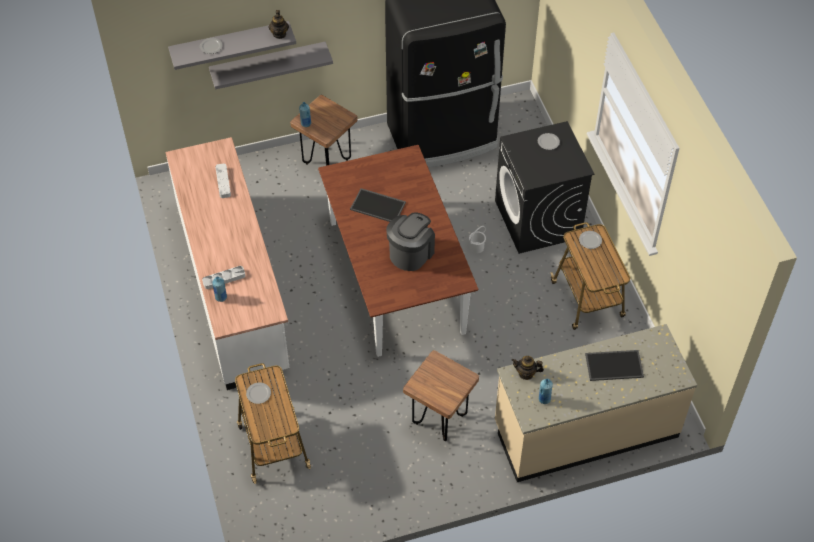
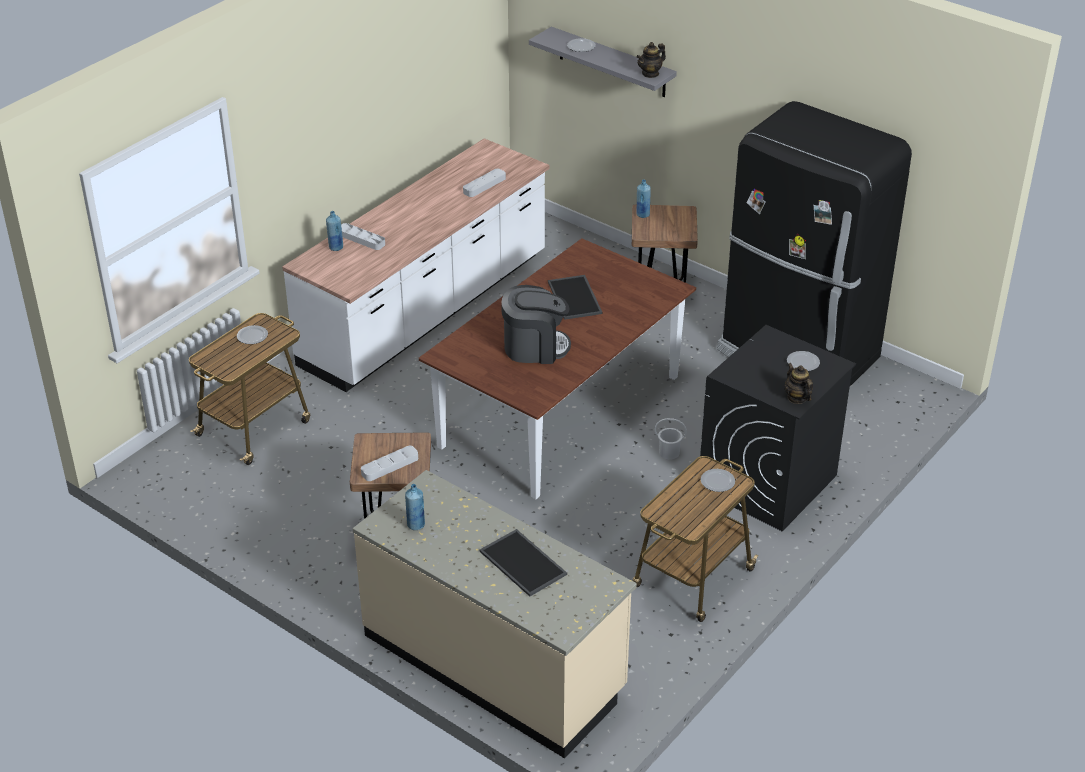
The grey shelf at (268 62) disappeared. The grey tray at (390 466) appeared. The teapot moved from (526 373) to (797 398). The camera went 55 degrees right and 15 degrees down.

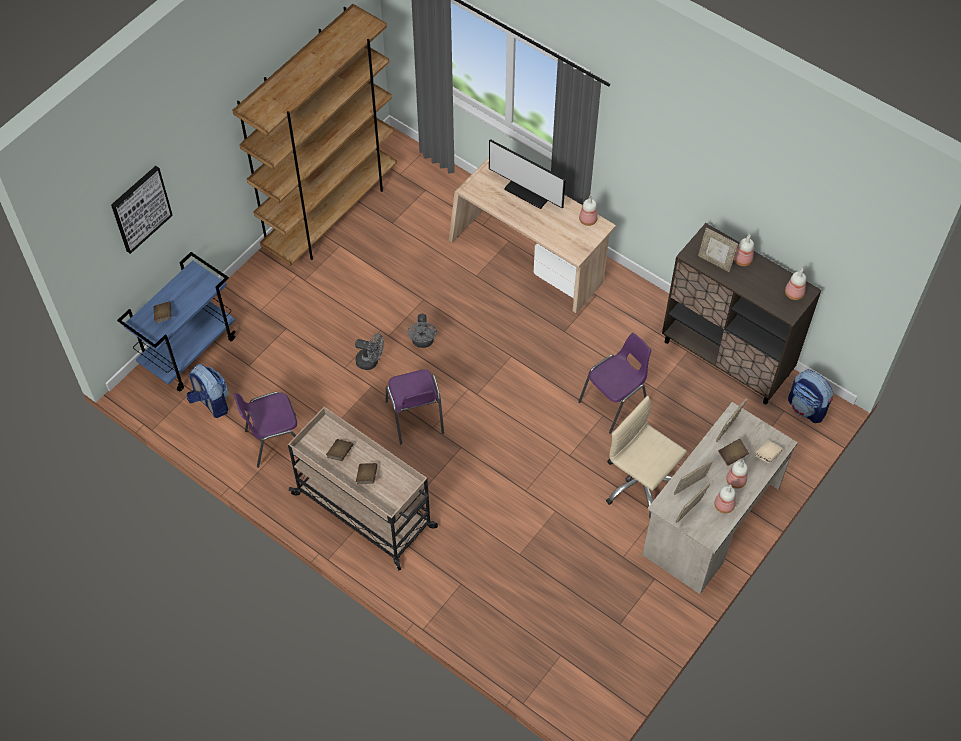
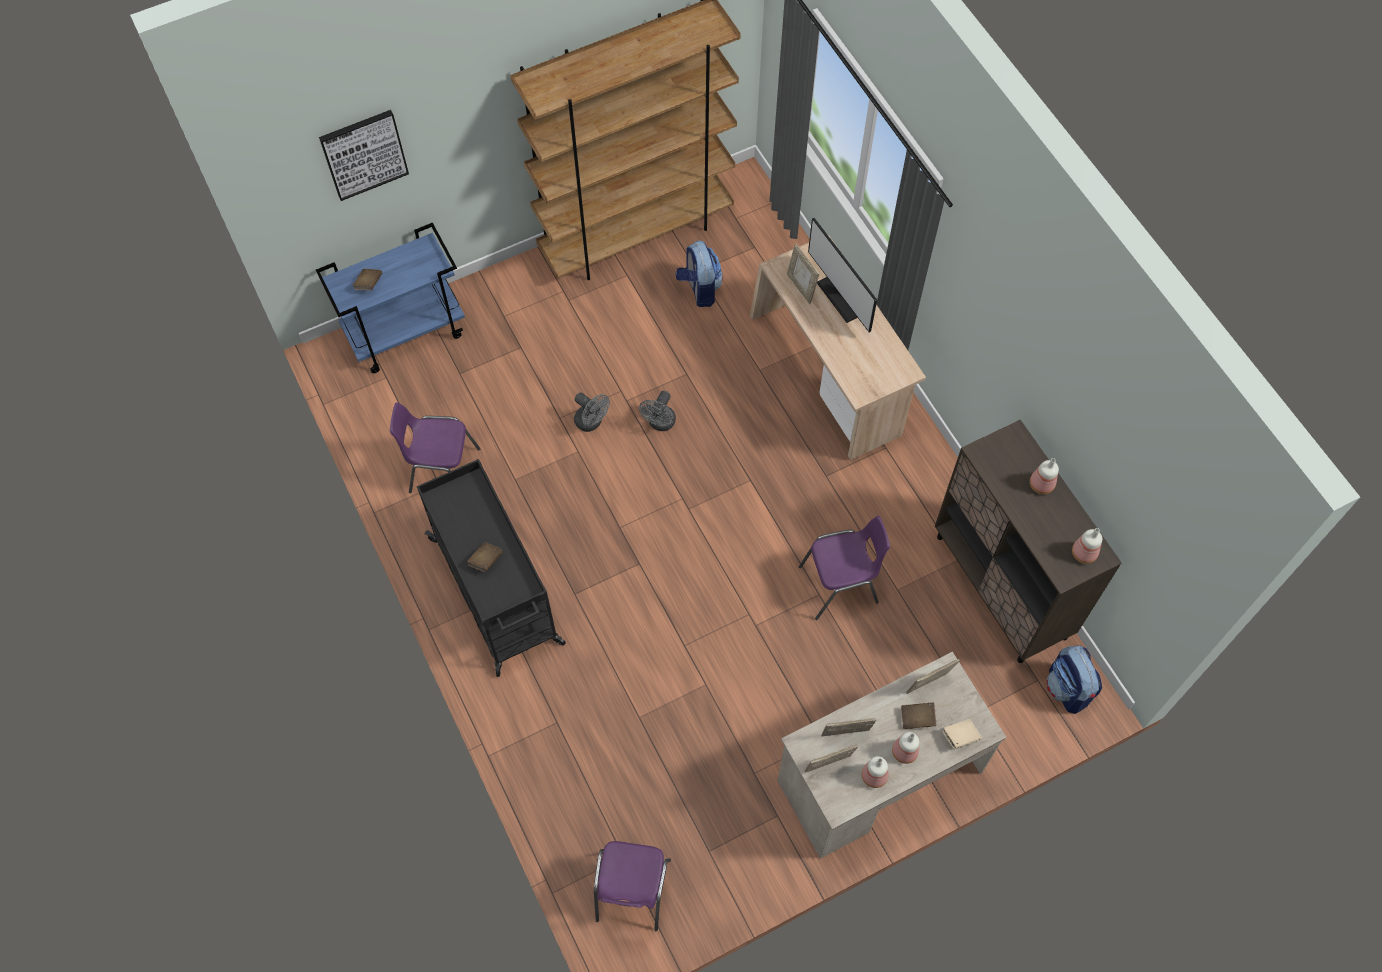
The brown book at (340 453) disappeared. The bottle at (587 220) disappeared. The beige office chair at (640 484) disappeared. The backpack moved from (211 403) to (699 289). The purple chair moved from (415 418) to (631 892). The picture frame moved from (715 262) to (801 287). The beige cart at (365 511) became the black cart at (497 593). The camera went 25 degrees right and 5 degrees up.

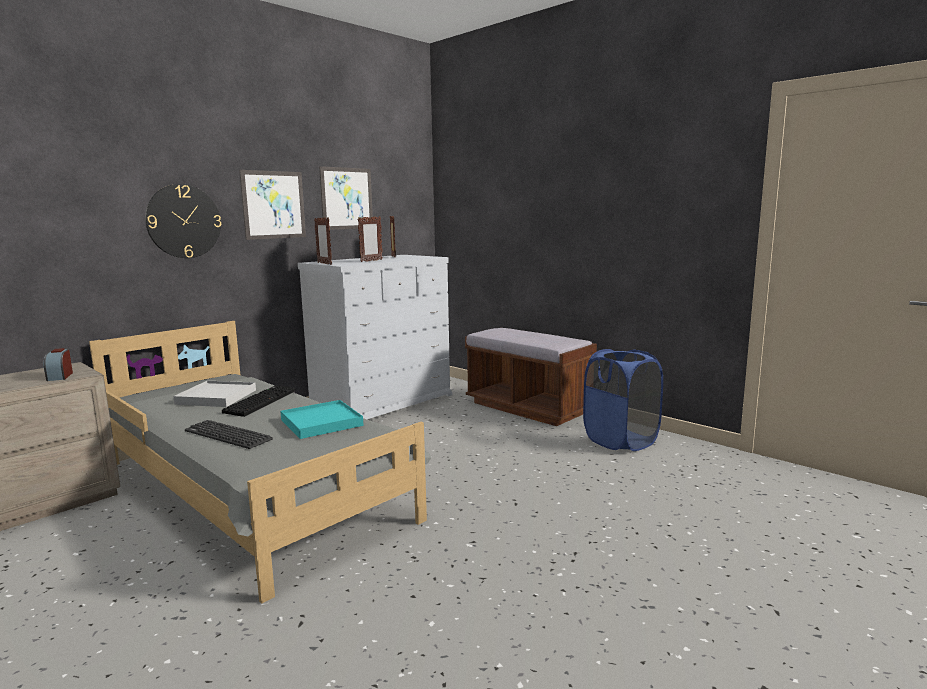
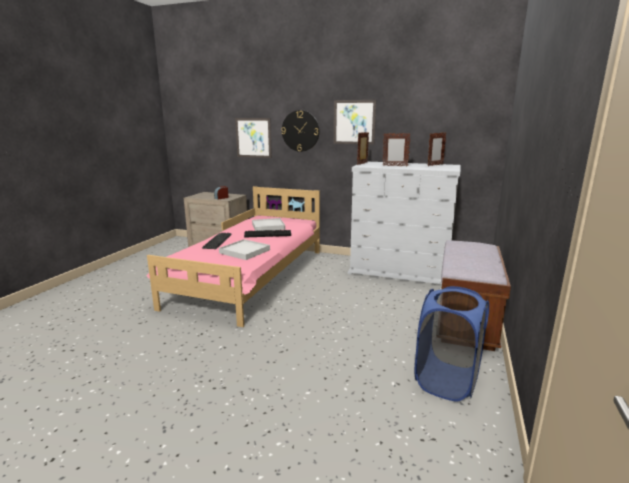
The picture moved from (346 198) to (253 137). The grey bed at (253 490) became the pink bed at (251 277). The turquoise tray at (321 422) became the white tray at (245 251). The camera went 65 degrees right and 5 degrees up.

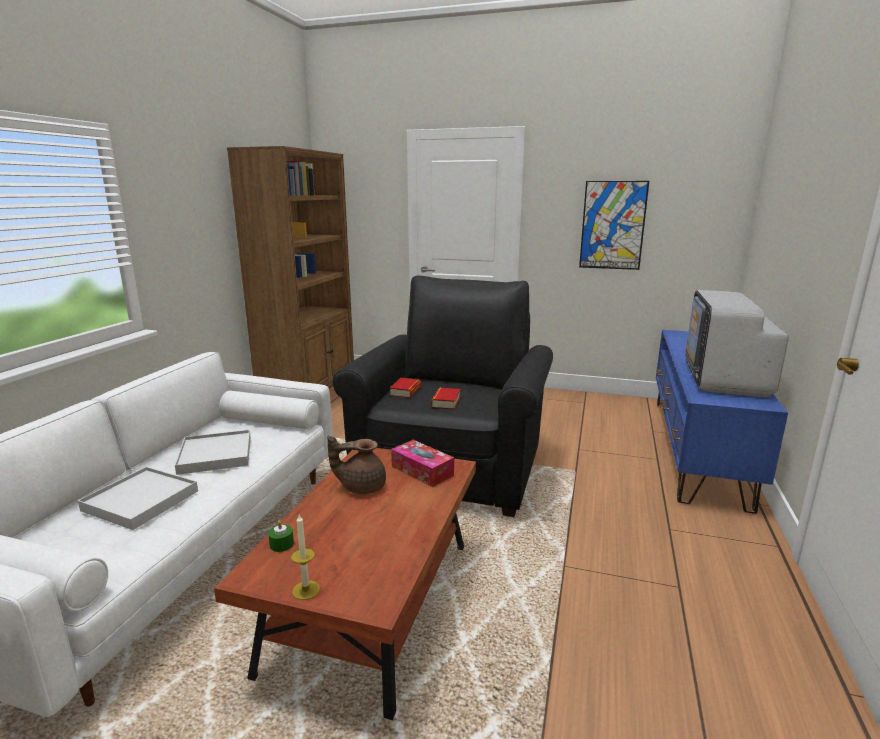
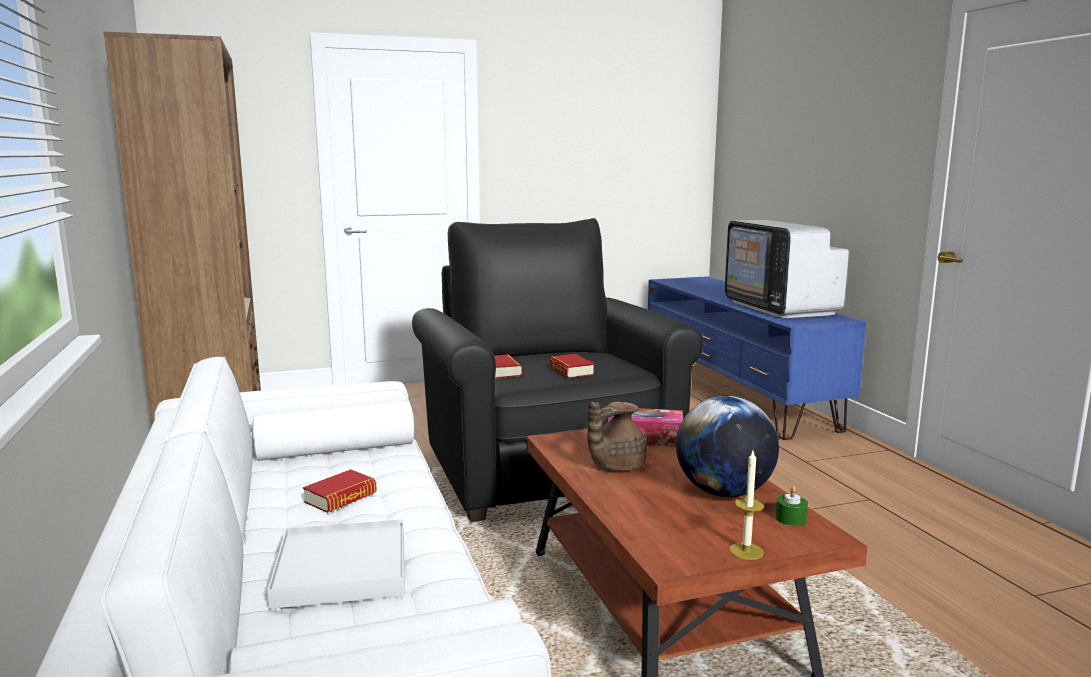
The picture at (612 225) disappeared. The globe at (724 492) appeared. The green candle moved from (281 544) to (790 519). The white tray at (216 455) was replaced by the book at (340 498). The camera went 35 degrees left and 5 degrees down.

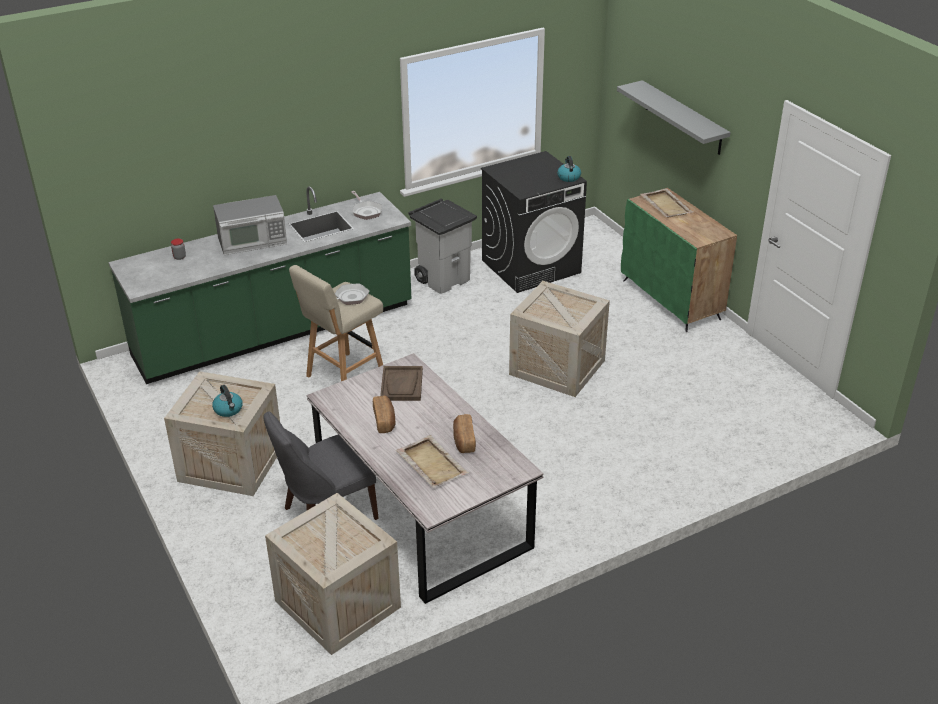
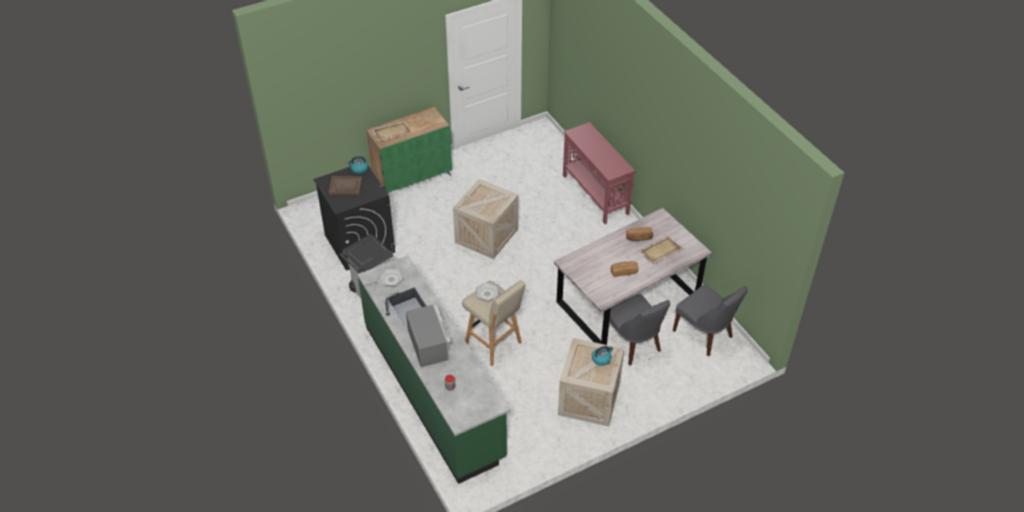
The grey shelf at (683 118) disappeared. The red console table at (595 195) appeared. The brown tray moved from (402 385) to (345 186). The crate at (335 604) was replaced by the grey chair at (705 335). The camera went 90 degrees left and 10 degrees up.

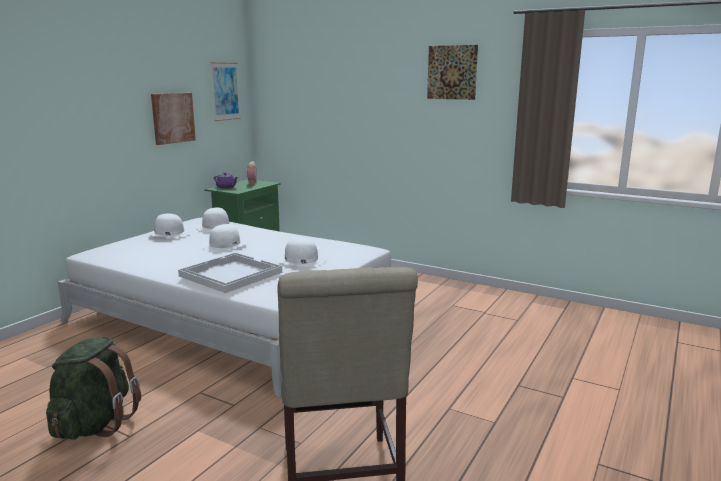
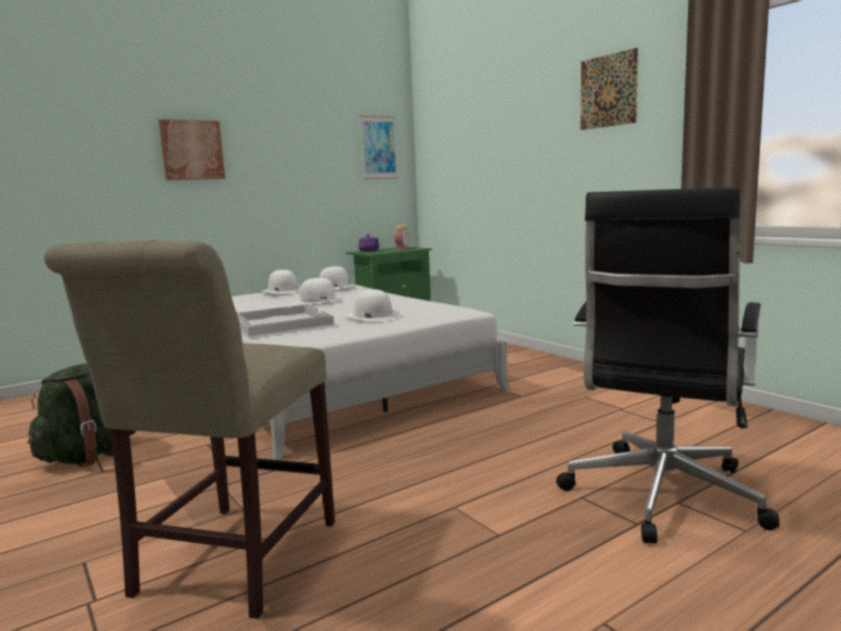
The black office chair at (661 497) appeared. The picture moved from (172 118) to (192 150). The camera went 25 degrees right and 5 degrees down.

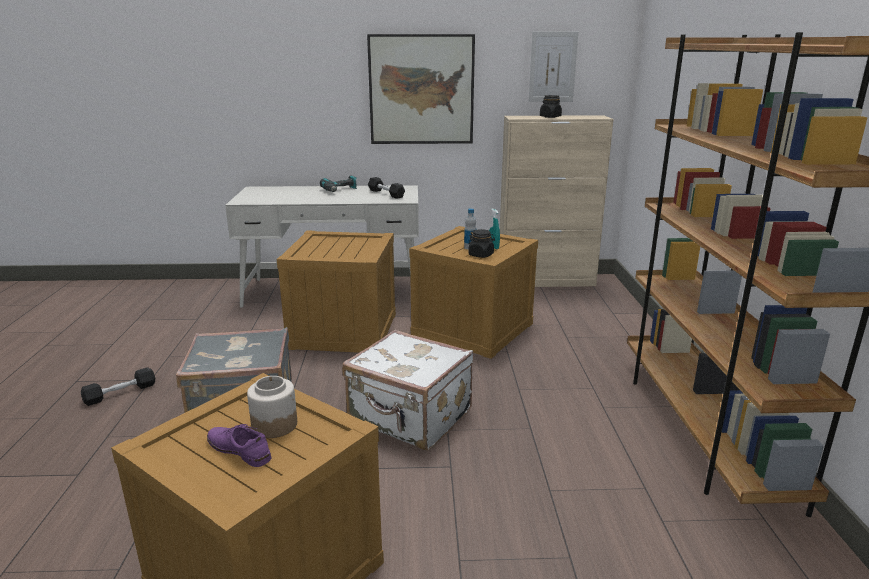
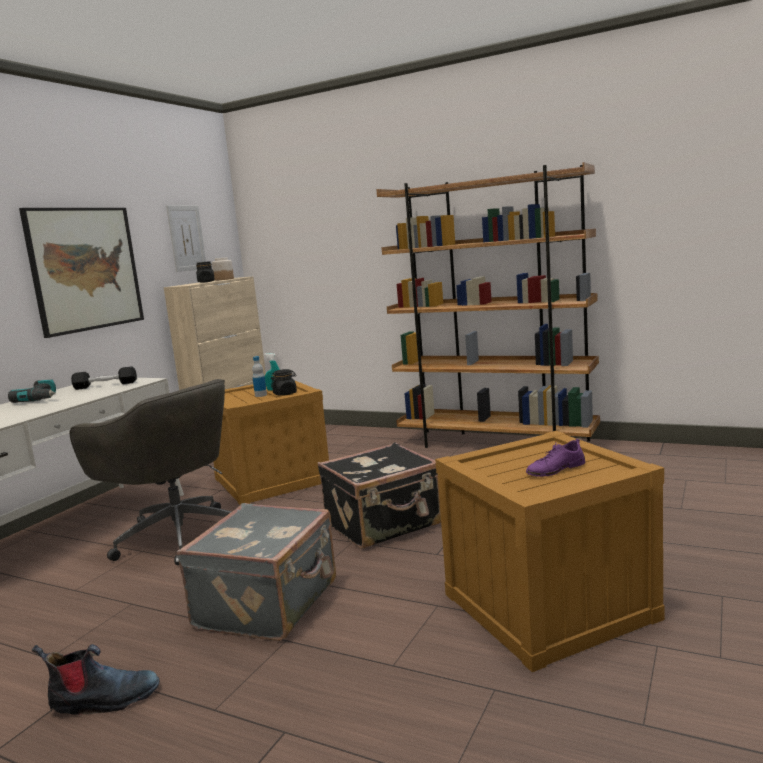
The jar moved from (274 425) to (223 279). The black dumbbell at (120 393) was replaced by the boot at (103 701). The crate at (343 331) was replaced by the grey office chair at (177 536). The white suitcase at (410 418) became the black suitcase at (384 524). The camera went 60 degrees left and 10 degrees down.

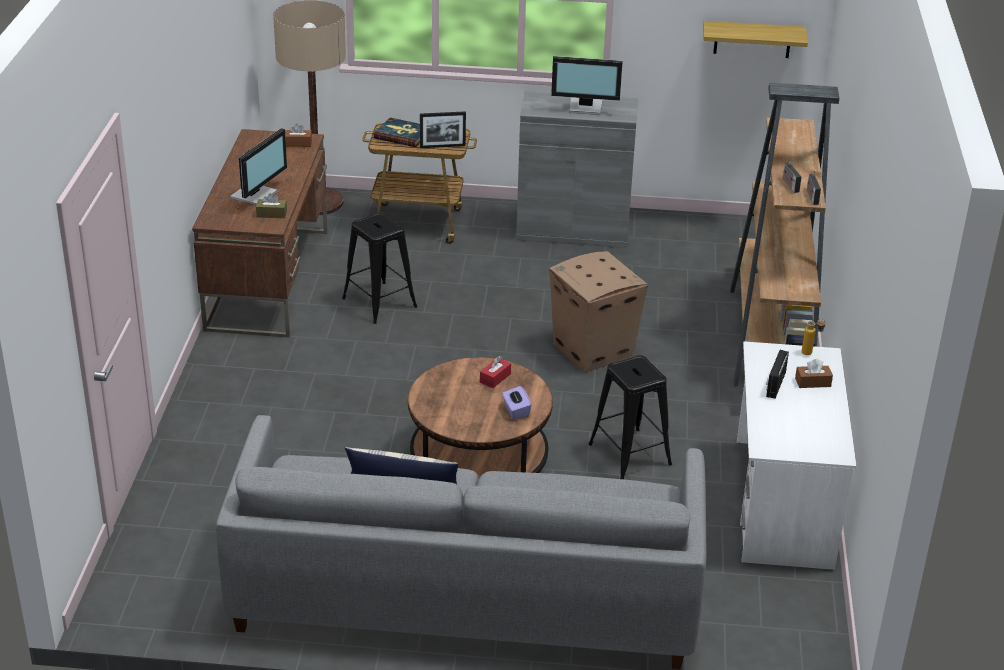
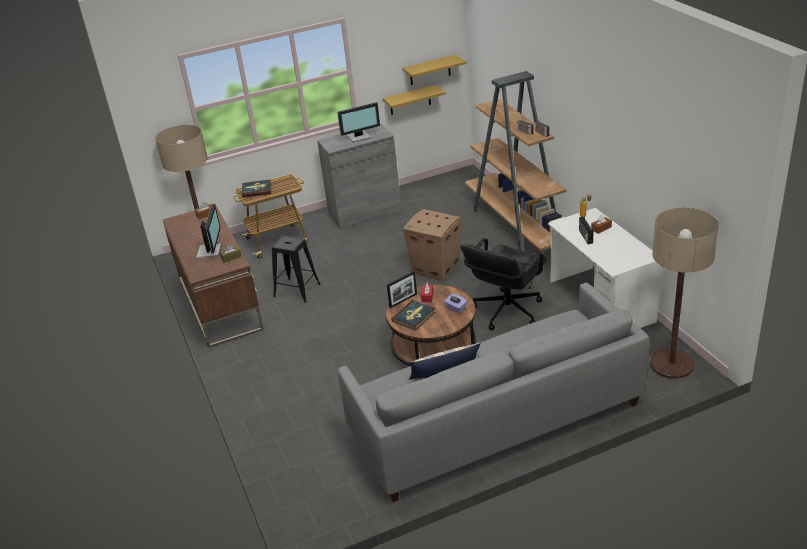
The shelf at (410 100) appeared. The book at (414 317) appeared. The floor lamp at (671 364) appeared. The picture frame moved from (442 146) to (403 300). The black stool at (630 455) was replaced by the black office chair at (506 311). The camera went 25 degrees left and 0 degrees up.

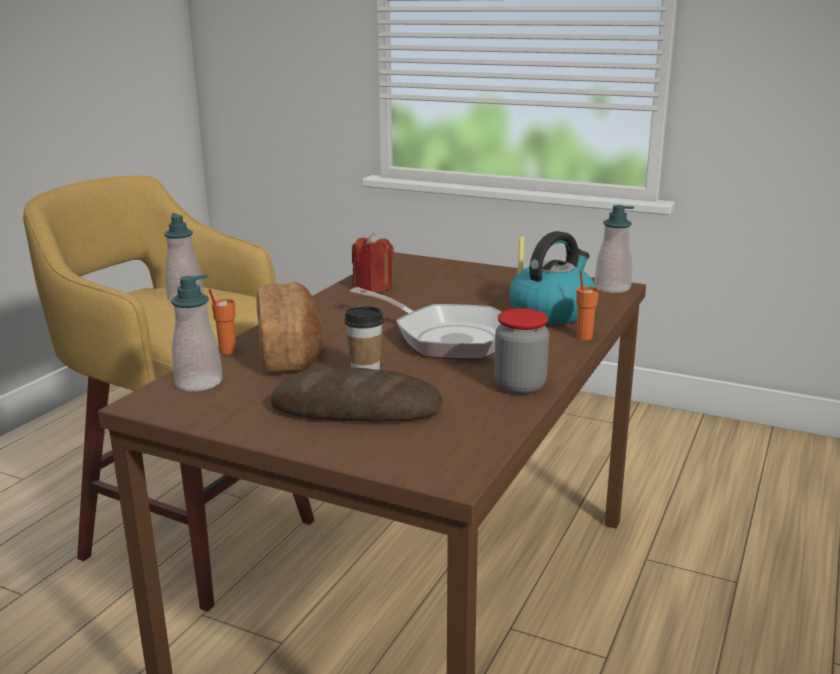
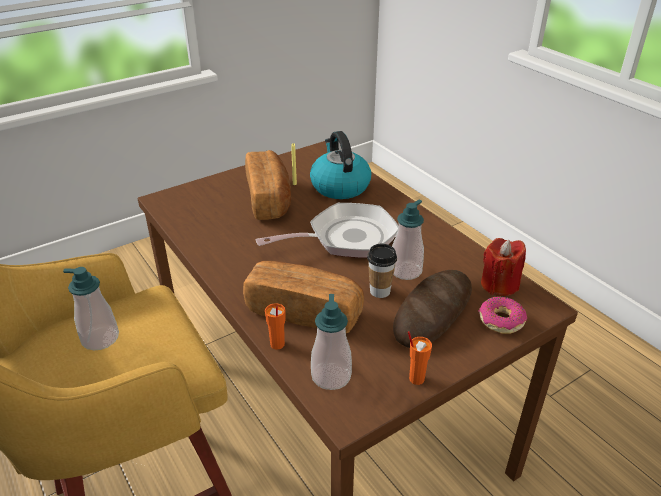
The jar at (520 386) disappeared. The bread at (269 199) appeared. The donut at (500 321) appeared. The red candle moved from (373 288) to (499 285). The orange cup moved from (584 337) to (416 378). The soap dispenser moved from (612 288) to (405 270). The camera went 60 degrees left and 15 degrees up.

